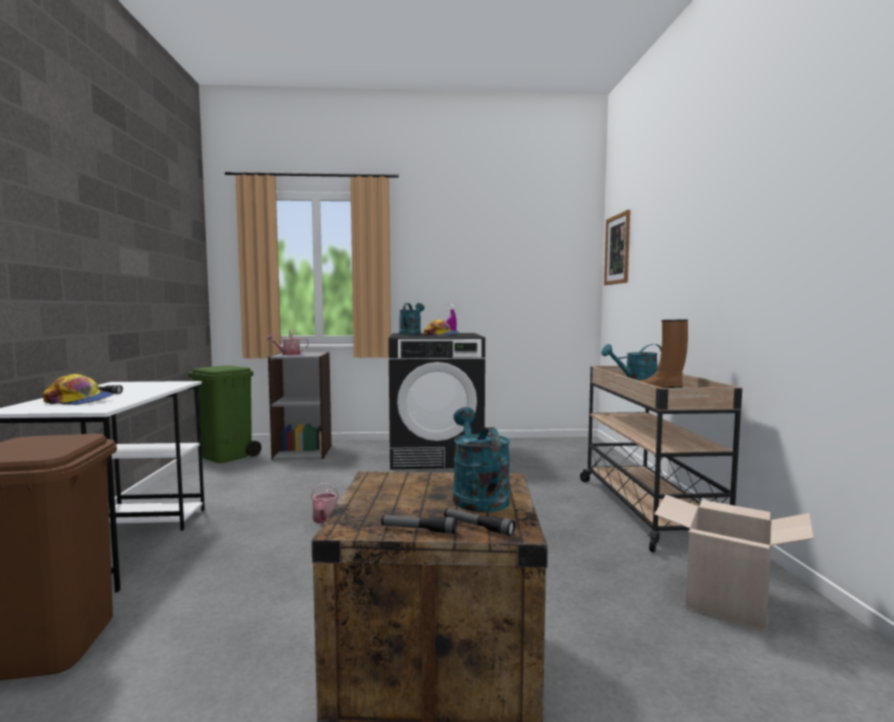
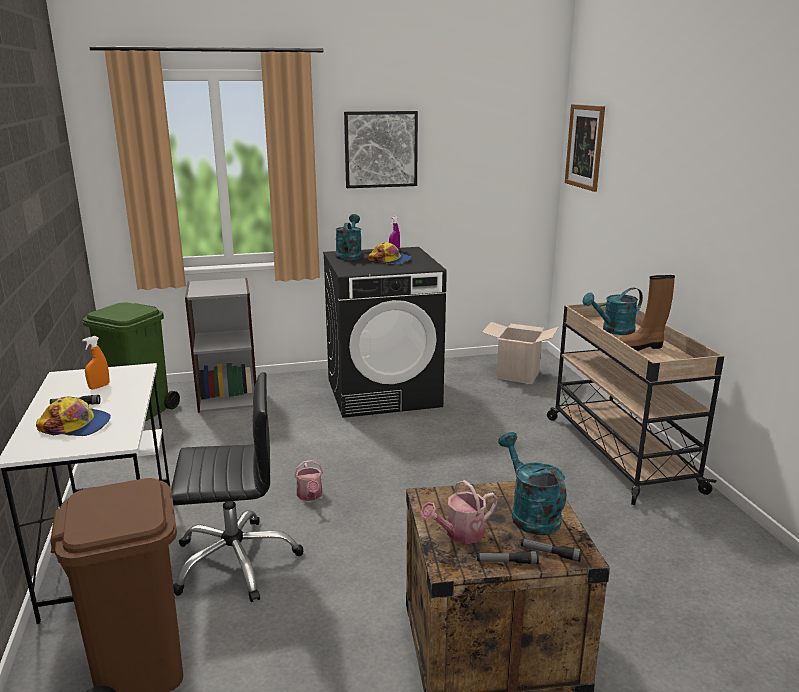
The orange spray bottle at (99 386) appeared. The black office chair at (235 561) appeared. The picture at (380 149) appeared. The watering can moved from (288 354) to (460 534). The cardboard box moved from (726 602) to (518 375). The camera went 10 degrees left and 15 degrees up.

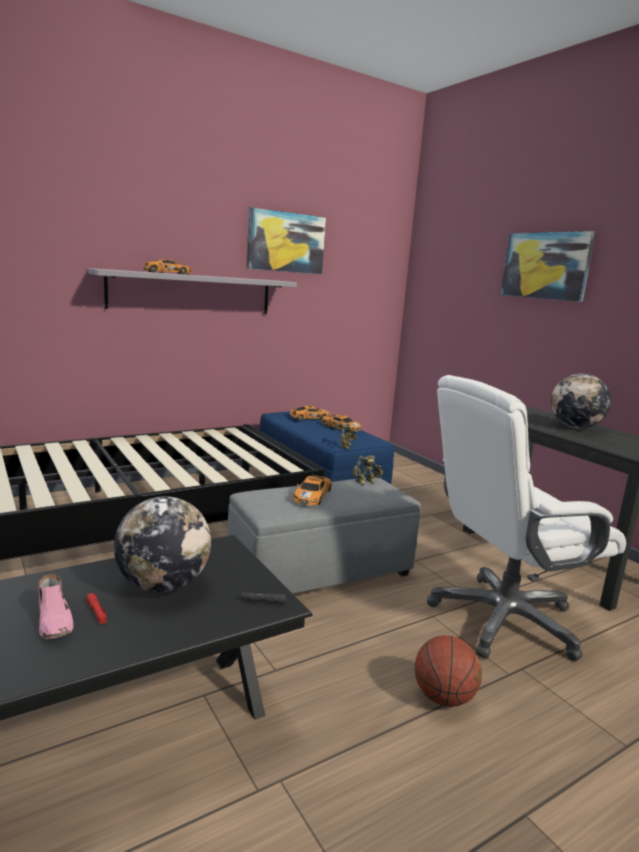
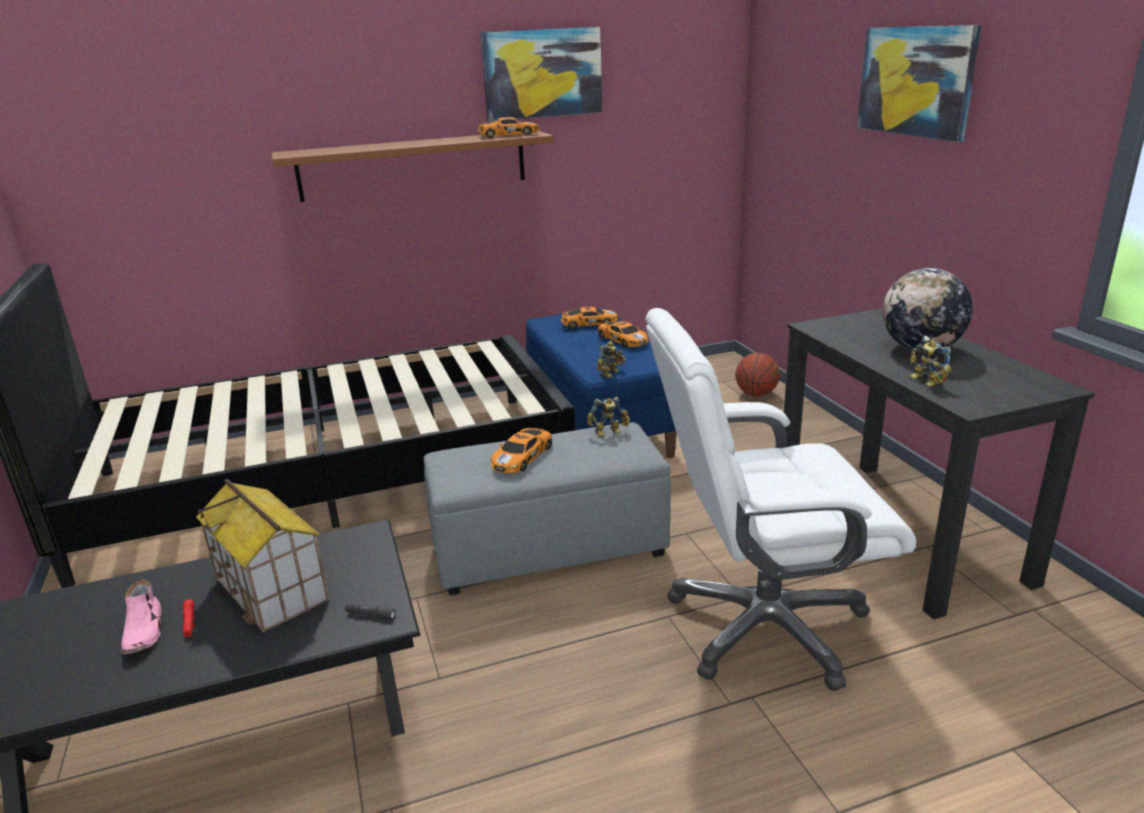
The toy robot at (924 382) appeared. The toy car moved from (166 273) to (507 135). The basketball moved from (443 698) to (756 394). The globe at (163 585) was replaced by the toy house at (273 589). The grey shelf at (192 293) became the brown shelf at (413 165). The camera went 15 degrees right and 10 degrees up.

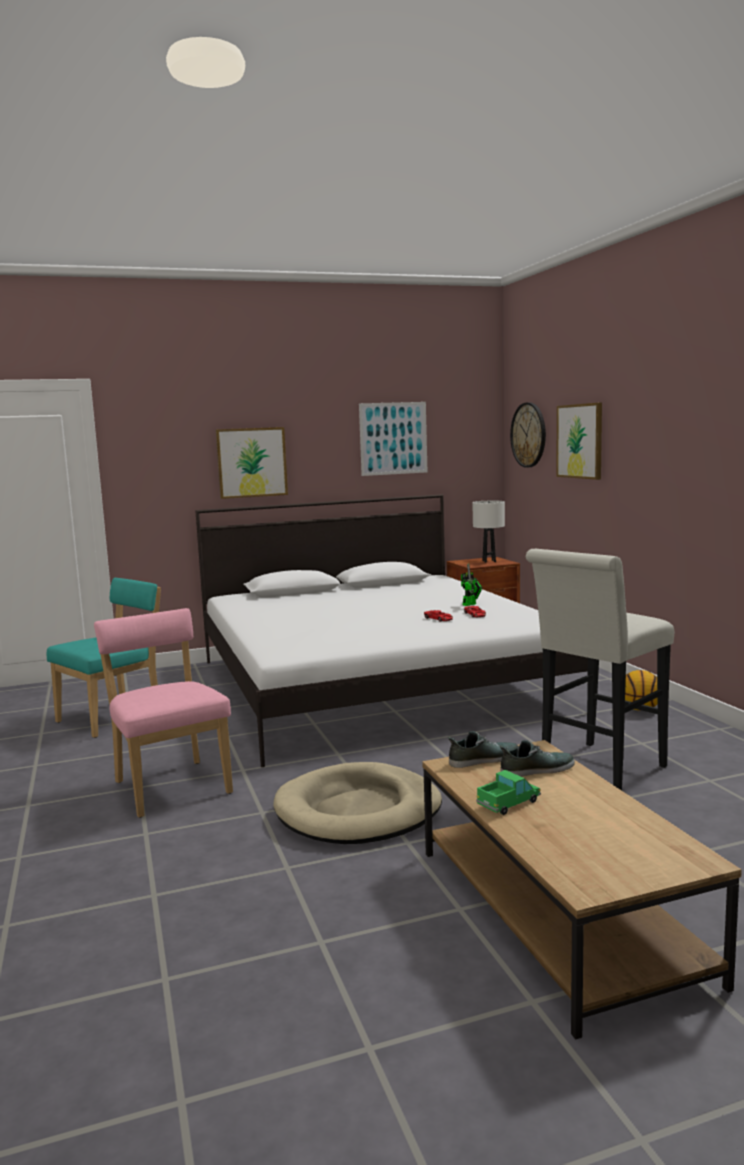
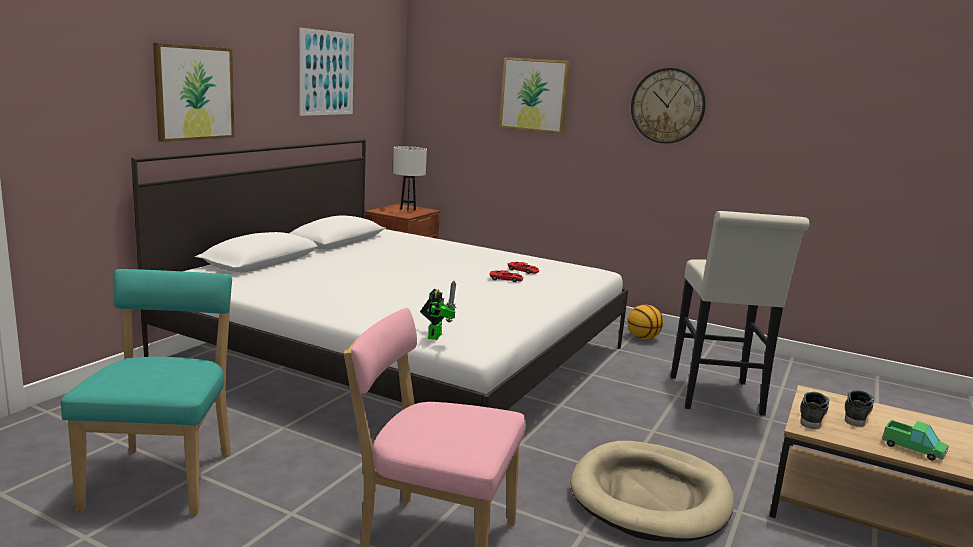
The toy robot moved from (471 604) to (435 335). The wall clock moved from (528 435) to (667 106). The toy truck at (508 803) turned 120 degrees clockwise. The camera went 45 degrees left and 5 degrees up.

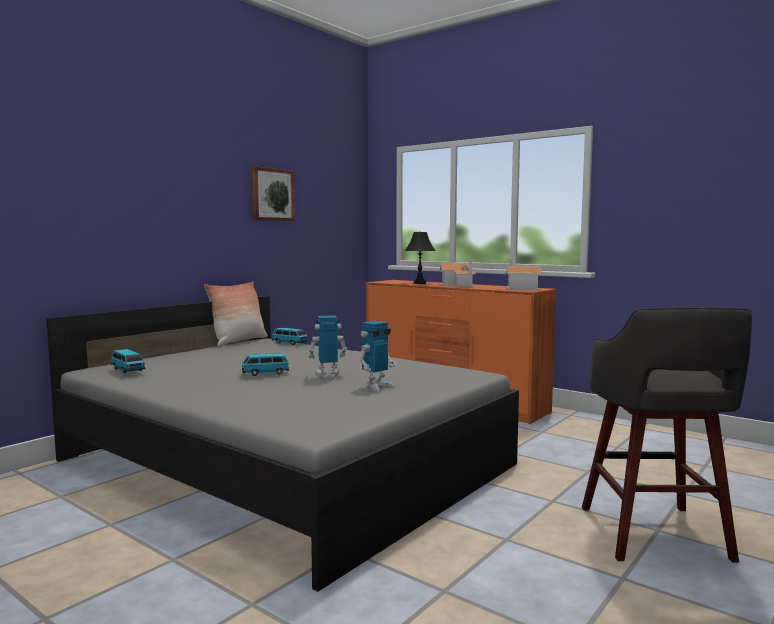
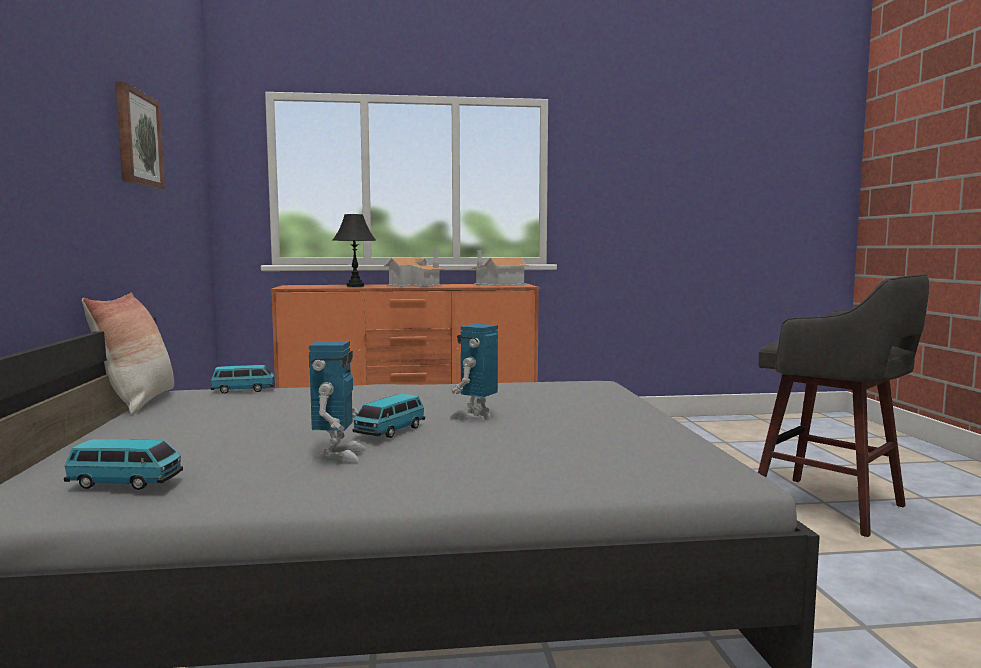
The toy robot moved from (377 386) to (339 455). The camera went 45 degrees left and 0 degrees up.

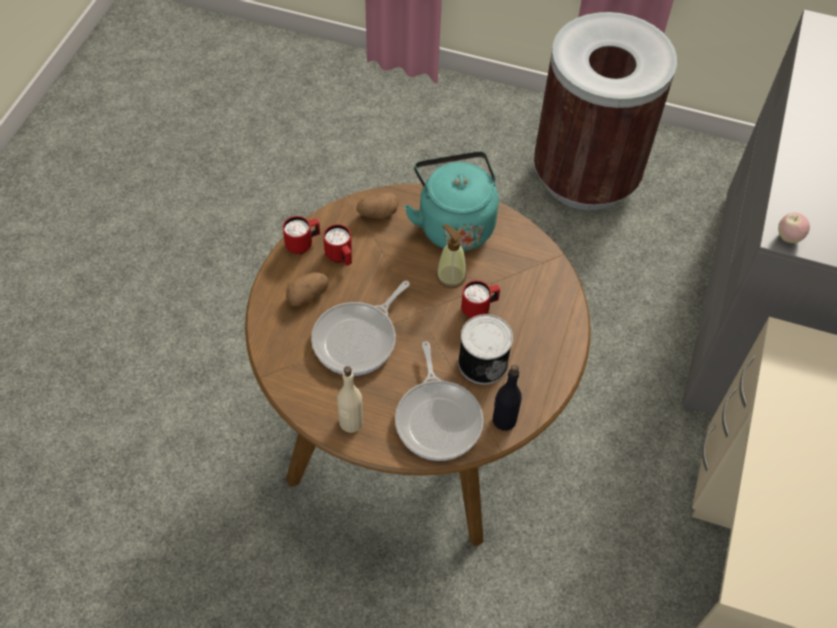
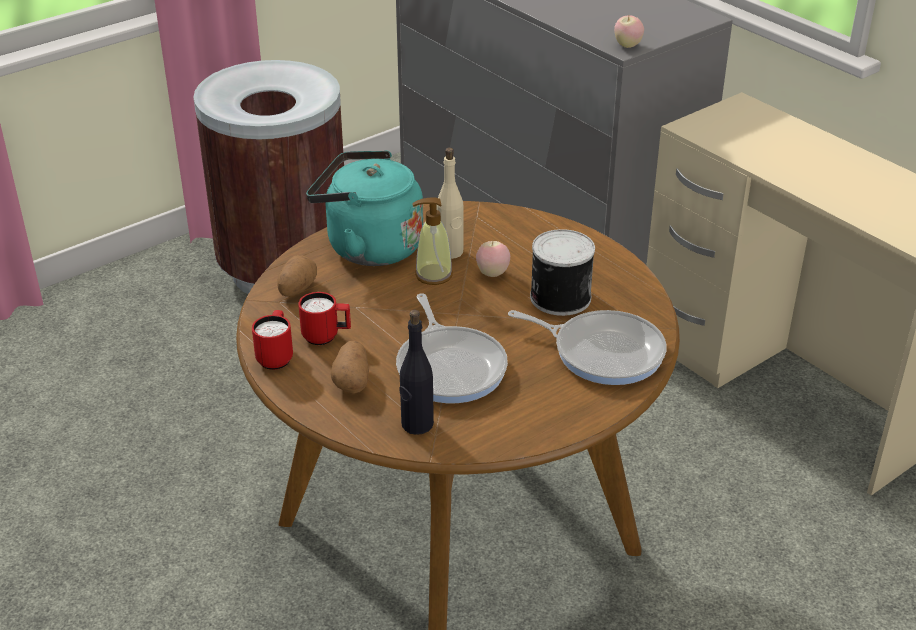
The beige bottle moved from (351 422) to (450 252). The black bottle moved from (504 420) to (417 424). The red mug at (479 309) was replaced by the apple at (492 274). The camera went 55 degrees left and 20 degrees down.

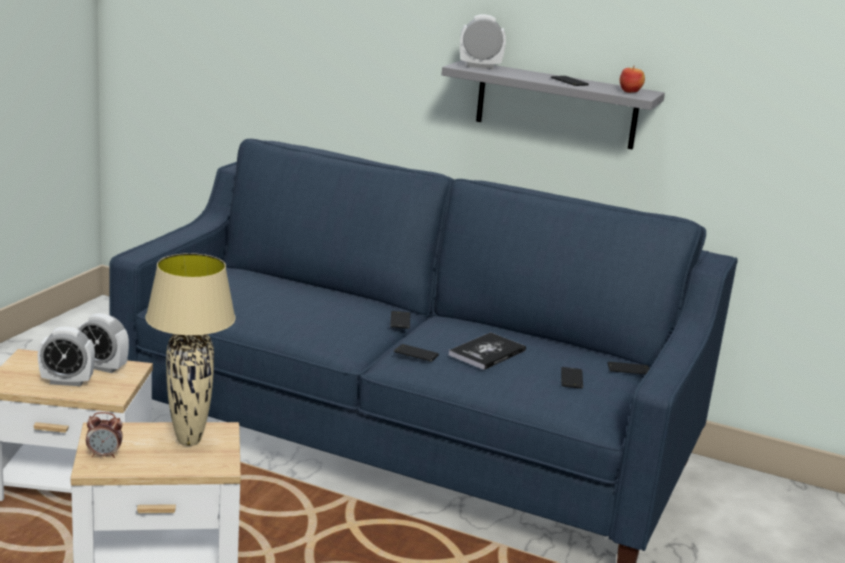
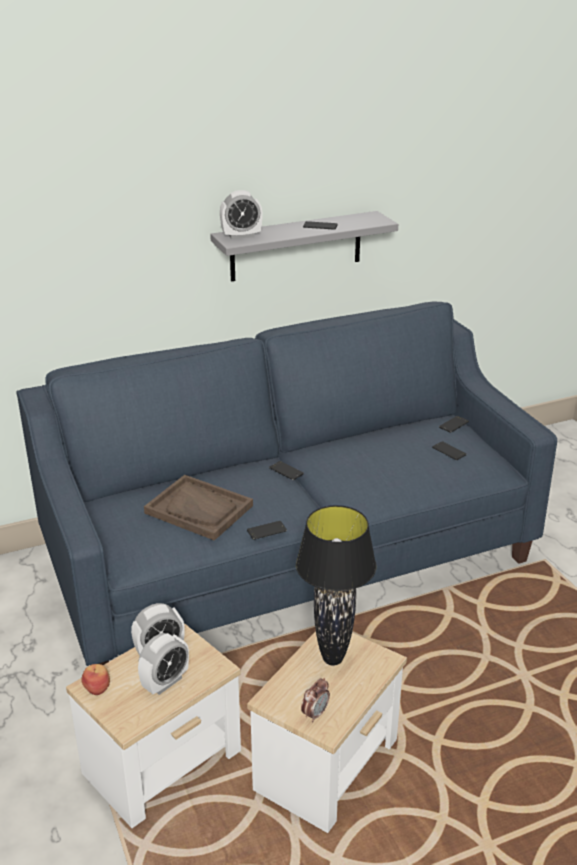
The book at (487 353) disappeared. The brown tray at (199 509) appeared. The phone moved from (416 353) to (267 531). The apple moved from (630 91) to (97 688). The beige table lamp at (188 440) became the black table lamp at (332 659). The alarm clock at (480 66) turned 150 degrees counterclockwise. The camera went 45 degrees left and 10 degrees up.

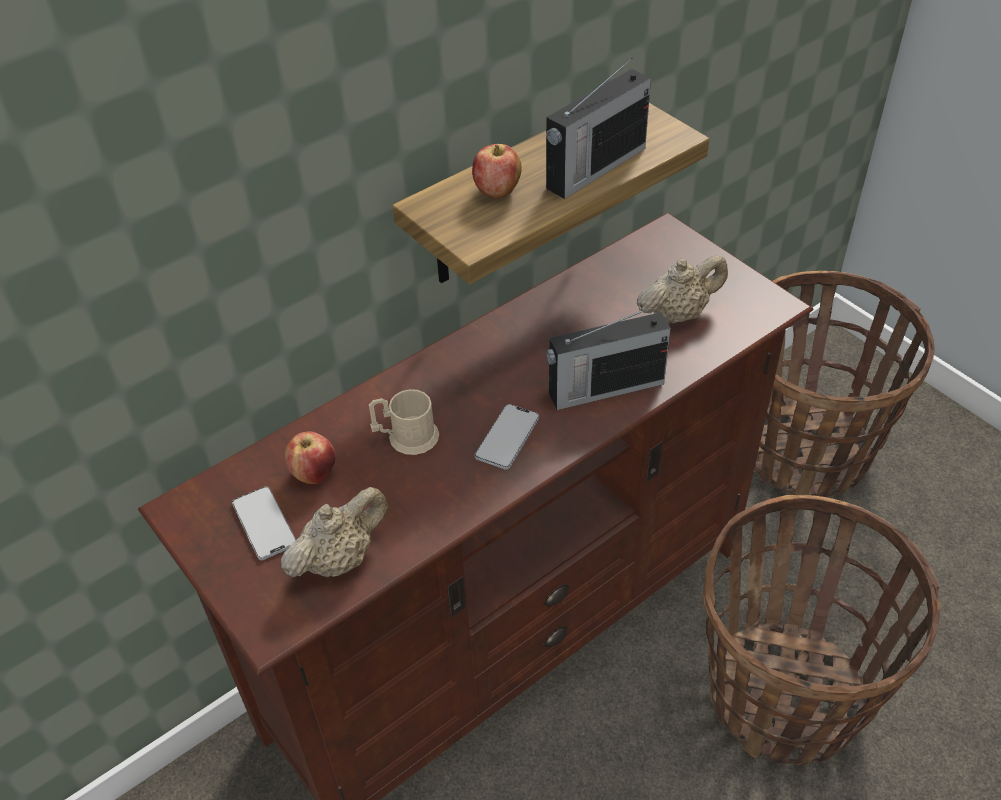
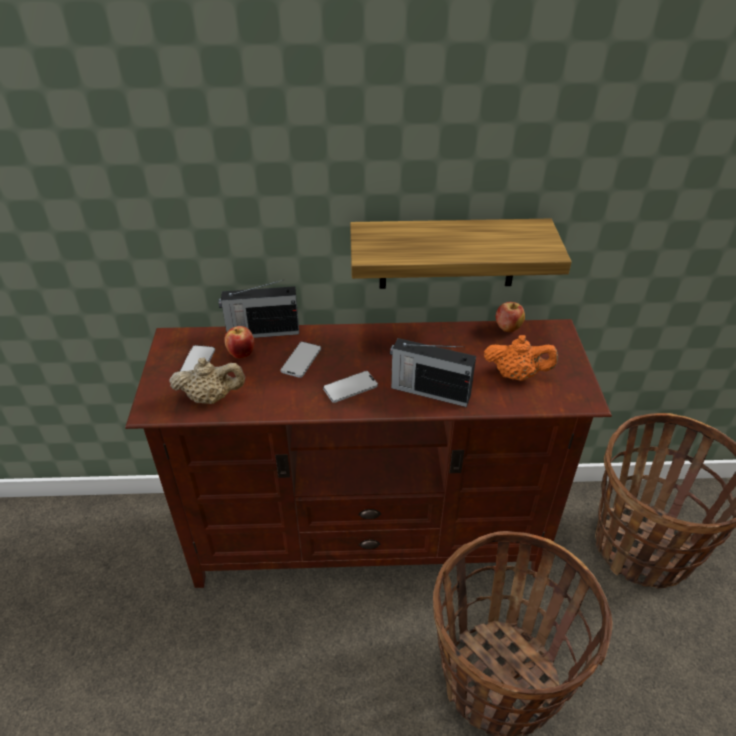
The apple moved from (497 192) to (508 328). The radio moved from (594 169) to (262 332). The beige mug at (406 437) was replaced by the phone at (301 360). The beige teapot at (678 314) became the orange teapot at (516 375). The camera went 35 degrees right and 5 degrees down.

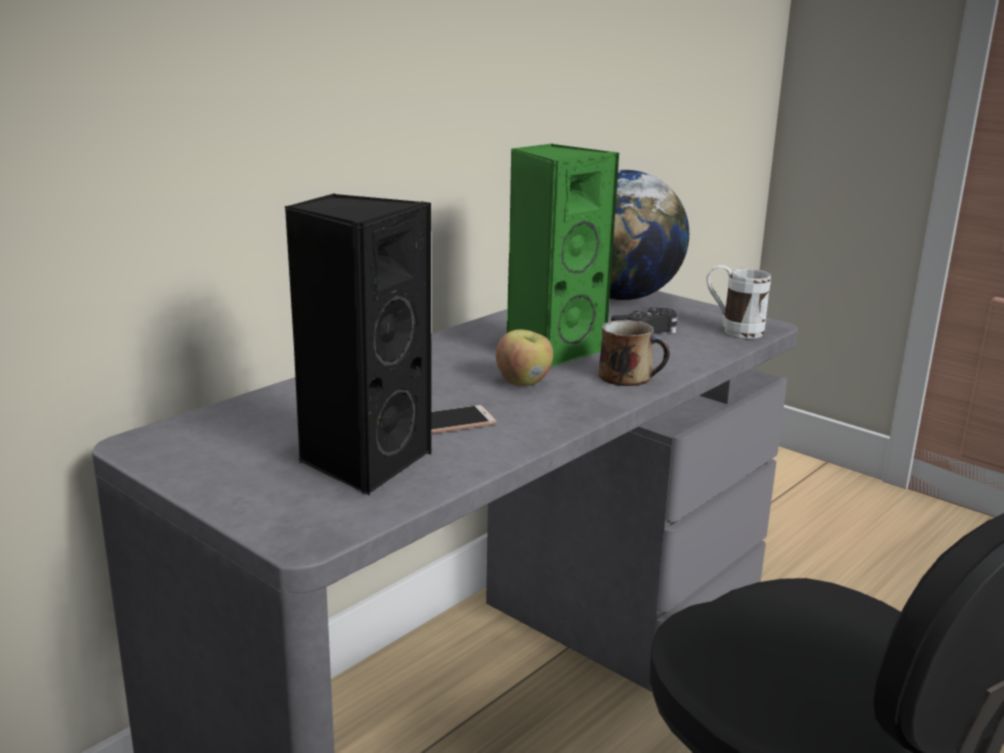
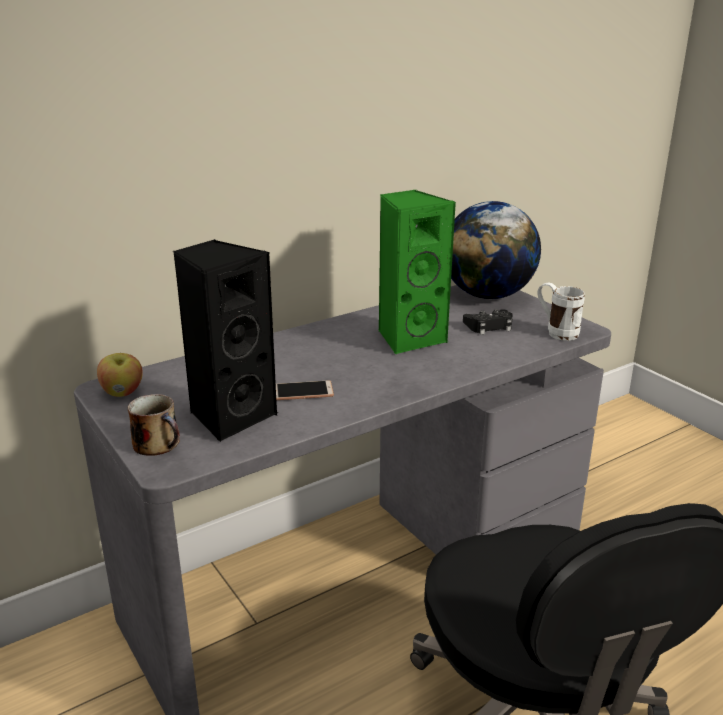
The apple moved from (524 382) to (123 392). The mug moved from (628 376) to (158 444). The camera went 15 degrees right and 5 degrees up.

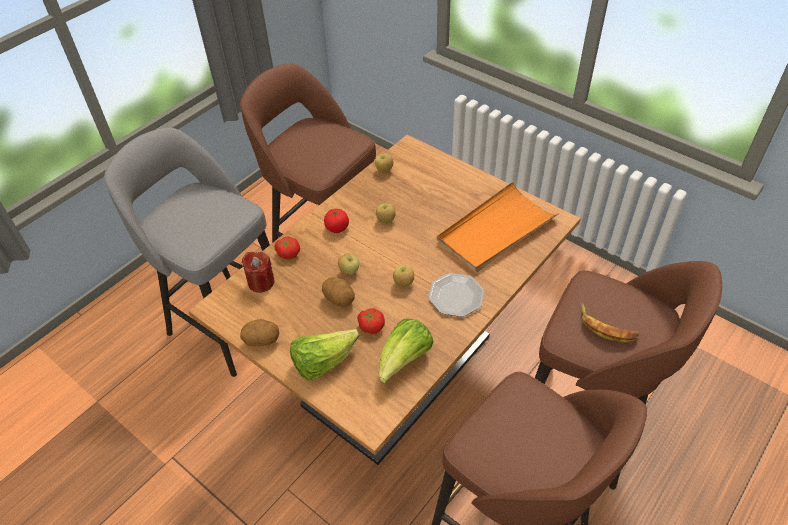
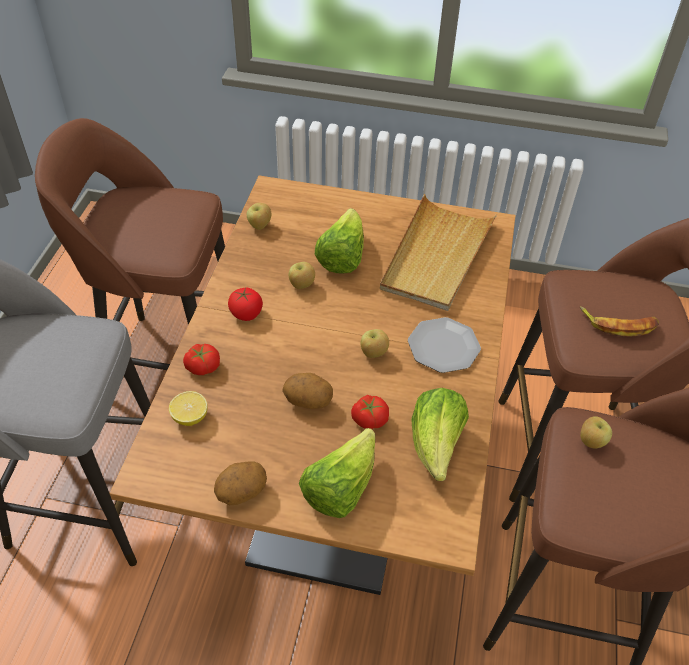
The lettuce at (342 257) appeared. The apple moved from (349 271) to (591 442). The red candle at (261 282) was replaced by the lemon at (190 417). The orange tray at (495 230) became the beige tray at (436 256). The camera went 30 degrees left and 0 degrees up.

